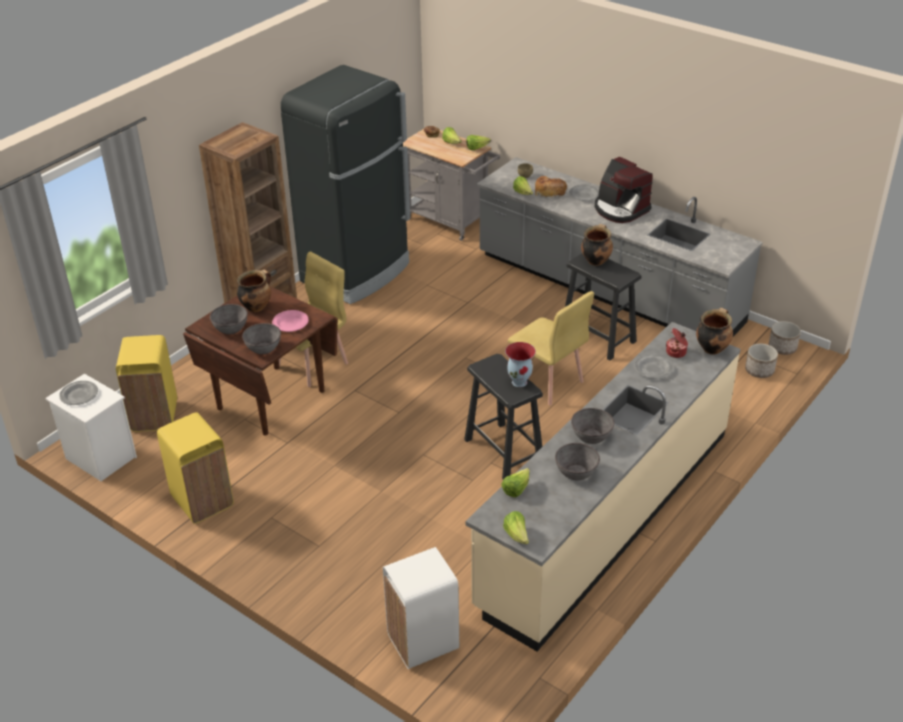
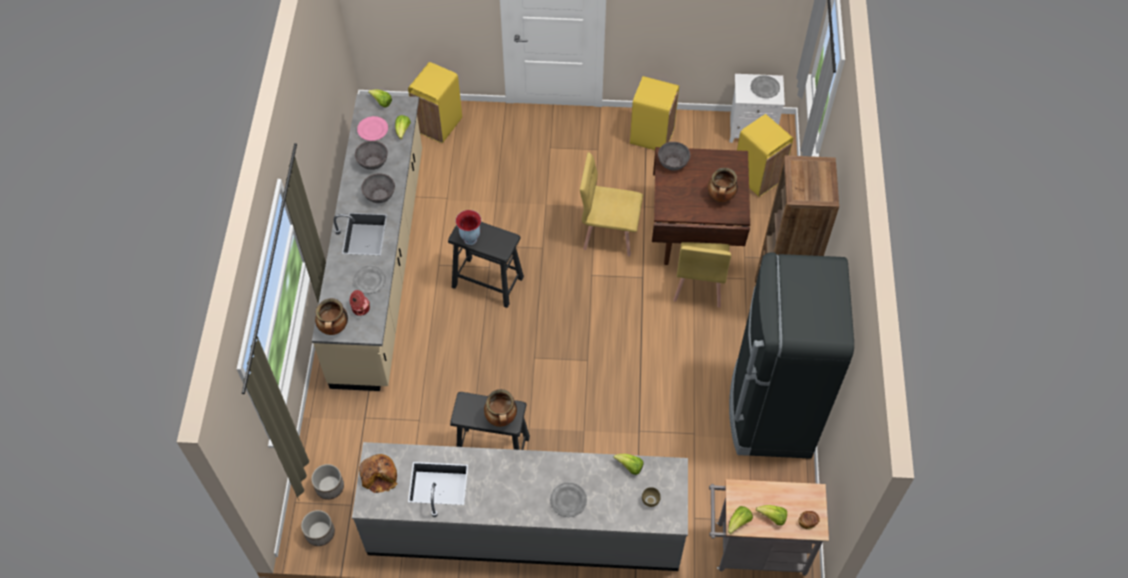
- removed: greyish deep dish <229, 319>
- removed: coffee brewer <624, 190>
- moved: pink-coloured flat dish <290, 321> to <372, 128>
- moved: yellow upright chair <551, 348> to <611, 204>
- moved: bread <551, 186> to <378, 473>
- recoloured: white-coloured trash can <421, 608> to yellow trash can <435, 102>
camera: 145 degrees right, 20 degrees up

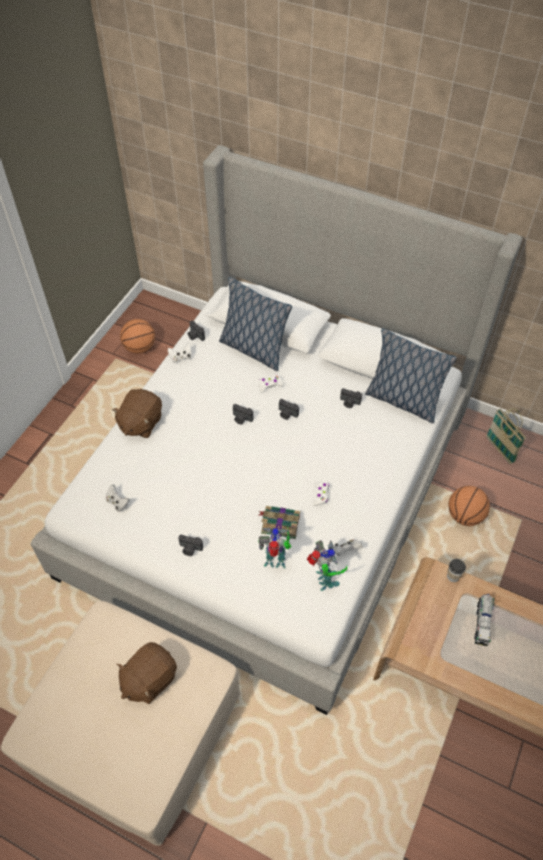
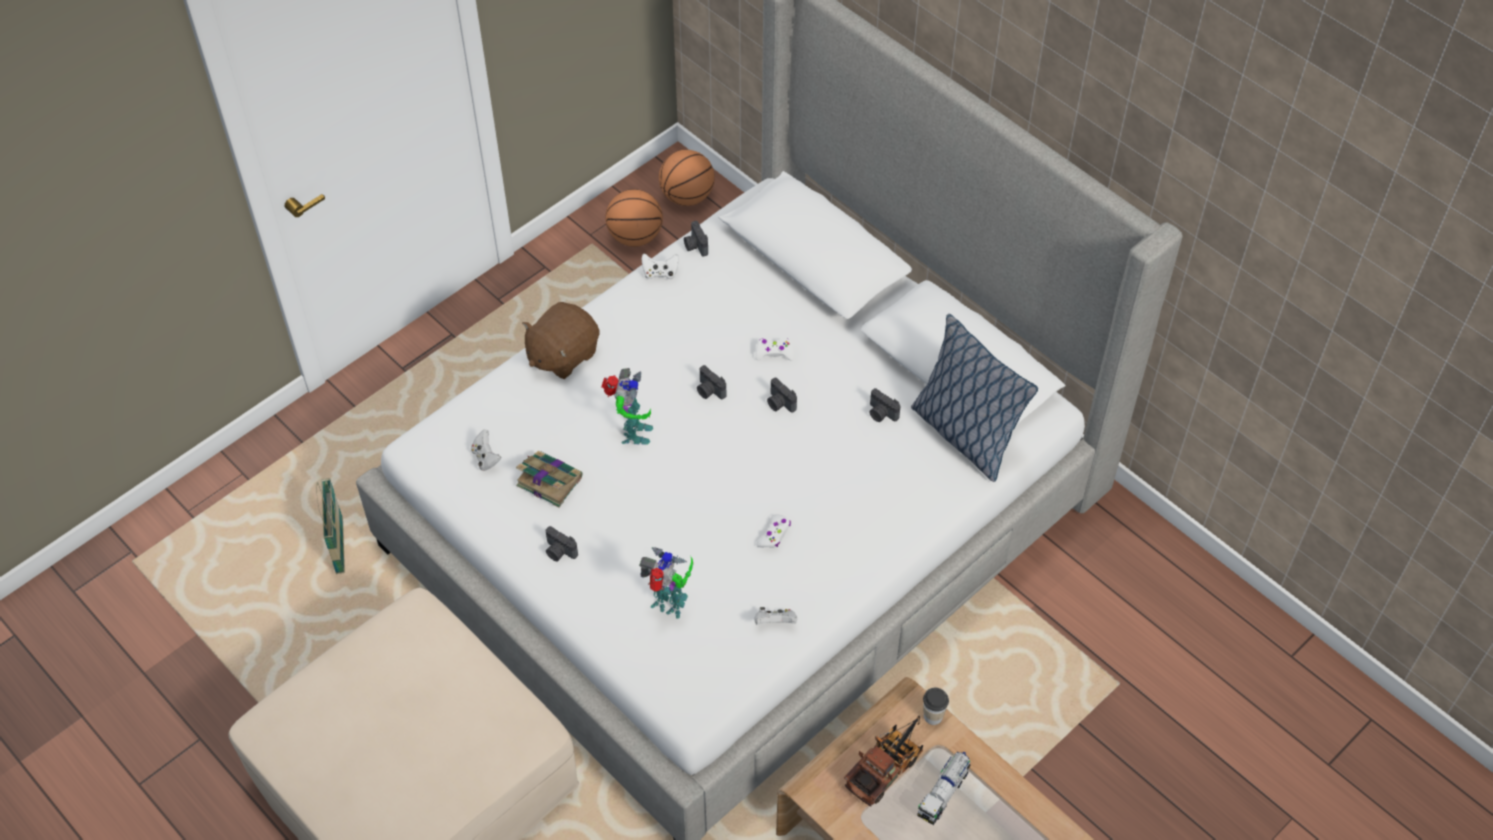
- removed: brown soft toy <146, 673>
- removed: throw pillow <255, 324>
- added: toy truck <883, 761>
- moved: book <279, 522> to <549, 479>
- moved: model robot <327, 565> to <627, 406>
- moved: basketball ball <469, 506> to <687, 178>
- moved: household basket <506, 436> to <330, 526>
camera: 20 degrees right, 0 degrees up

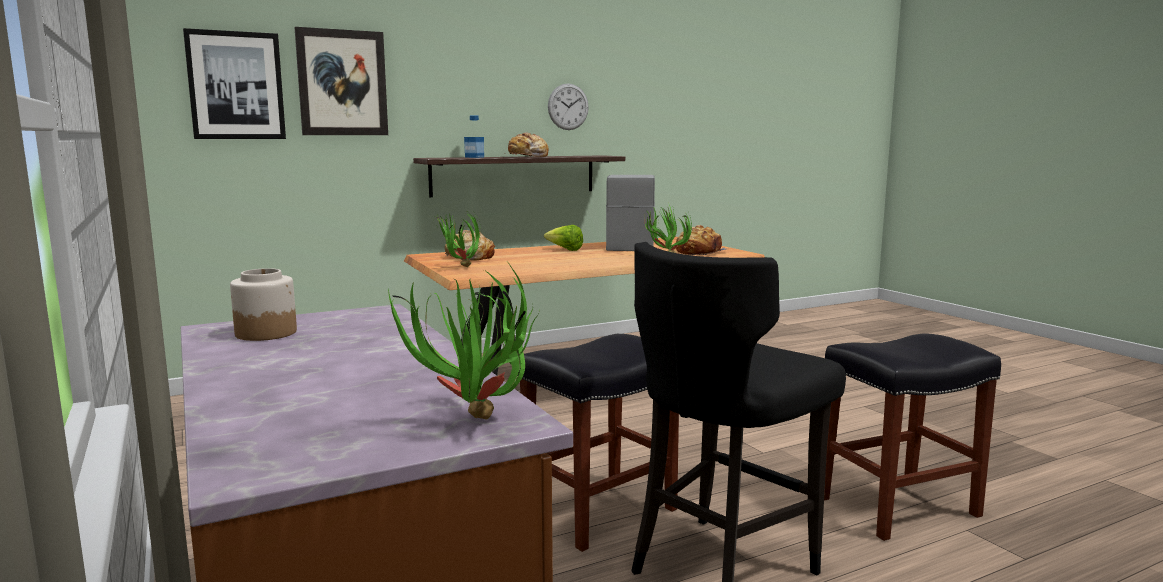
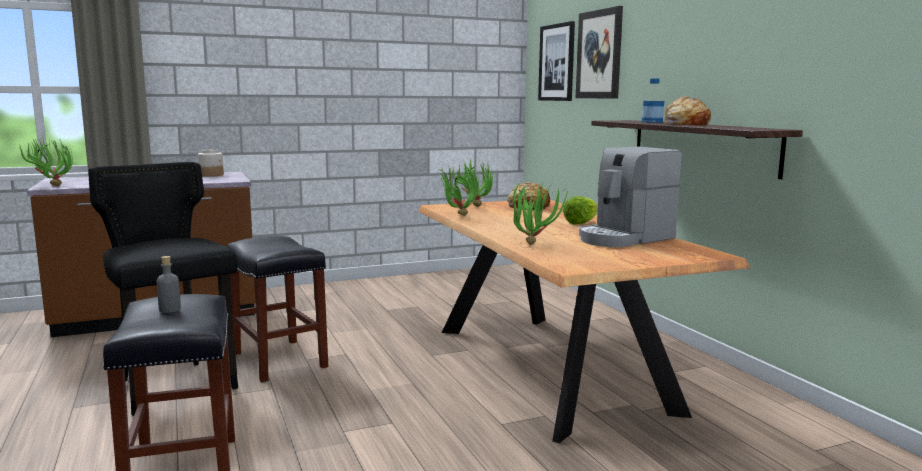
- removed: wall clock <568, 106>
- removed: bread <701, 240>
- added: greyish beverage bottle <169, 284>
- added: potted plant <458, 192>
- turned: coffee brewer <630, 213> = <630, 197> 135 degrees clockwise
camera: 95 degrees right, 0 degrees up

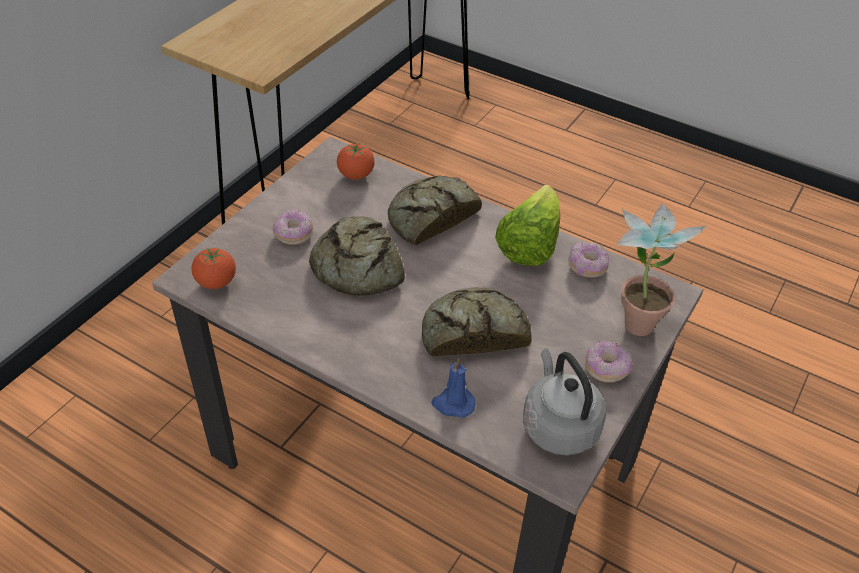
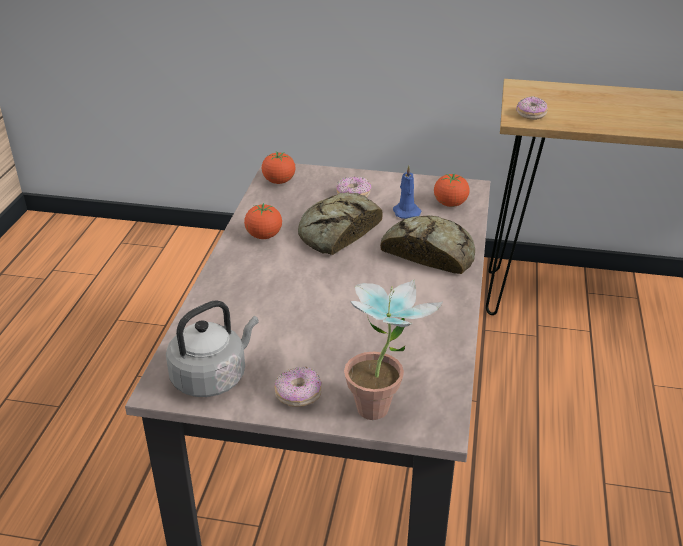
- removed: bread <476, 322>
- removed: head of lettuce <527, 225>
- added: tomato <263, 221>
- moved: blue candle <453, 388> to <407, 192>
- moved: ring doughnut <588, 259> to <532, 108>
camera: 70 degrees right, 10 degrees down

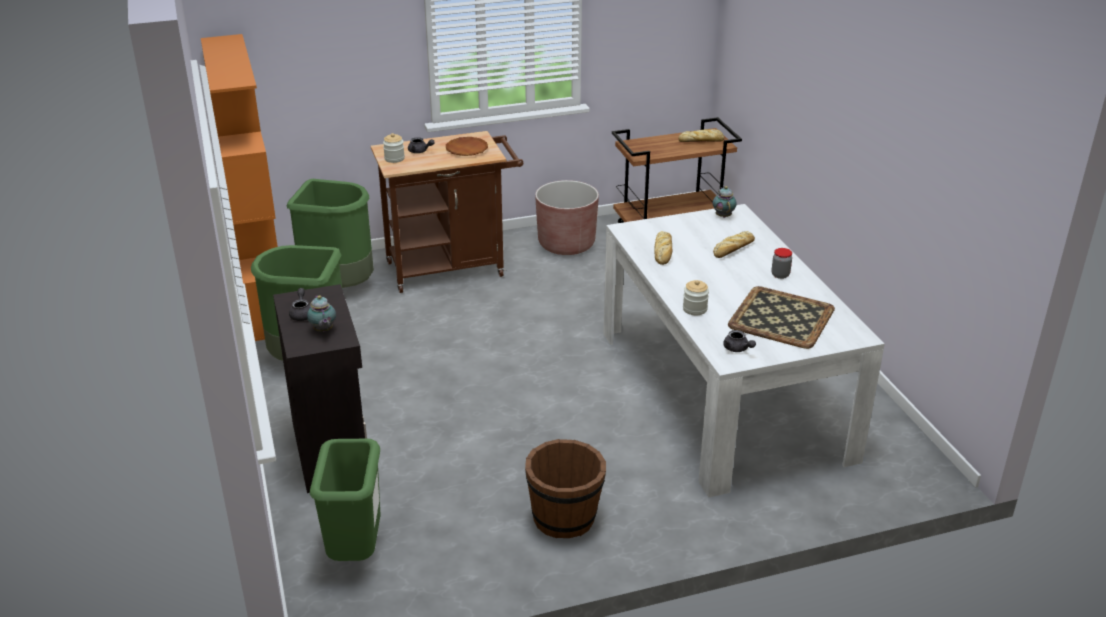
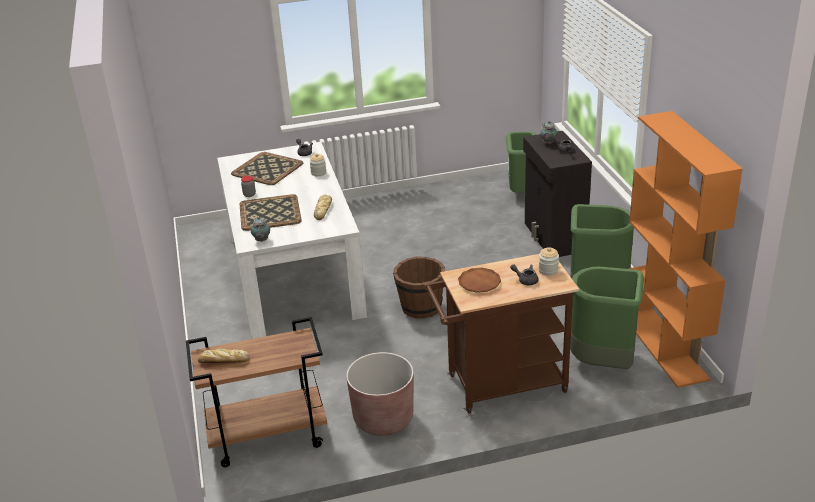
- moved: brown water bucket <565, 488> to <419, 288>
- replaced: bread <734, 244> to serving tray <271, 212>
camera: 175 degrees left, 0 degrees up

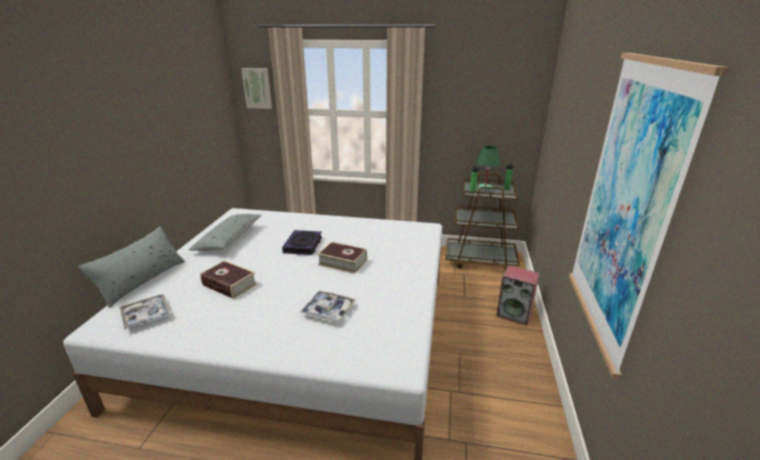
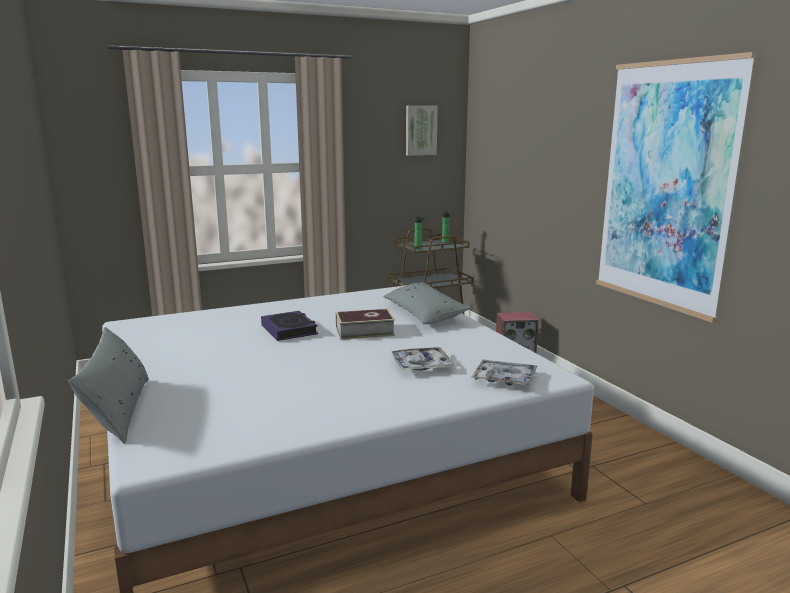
- removed: book <228, 279>
- removed: green-coloured lamp for a table <488, 168>
- moved: serving tray <145, 312> to <504, 373>
- moved: greyish throw pillow <225, 232> to <427, 303>
- moved: wall picture <256, 88> to <422, 130>
camera: 35 degrees left, 10 degrees down

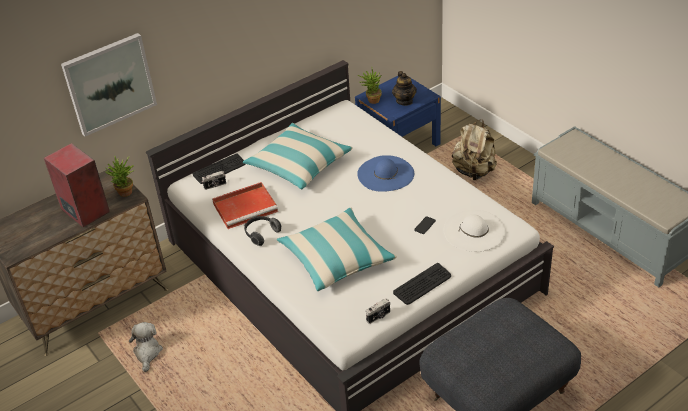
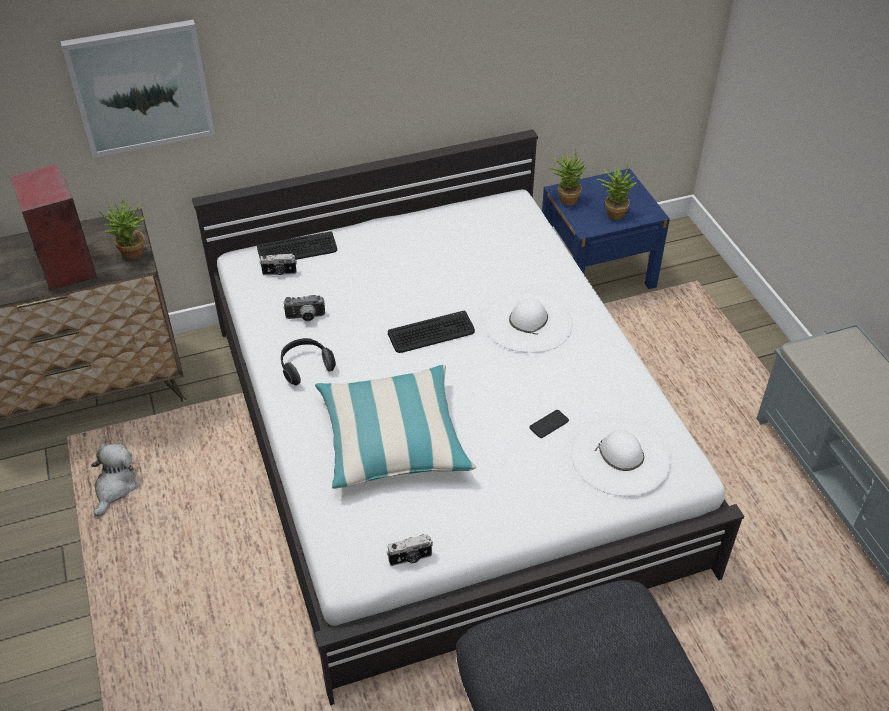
- removed: throw pillow <298, 156>
- removed: beige rucksack <474, 149>
- moved: PC keyboard <422, 284> to <431, 332>
- replaced: reddish serving tray <245, 205> to photo camera <304, 308>
- replaced: pot for tea <404, 88> to potted plant <616, 192>
- recoloured: blue hat <385, 173> to white-coloured hat <528, 322>
camera: 15 degrees right, 5 degrees up

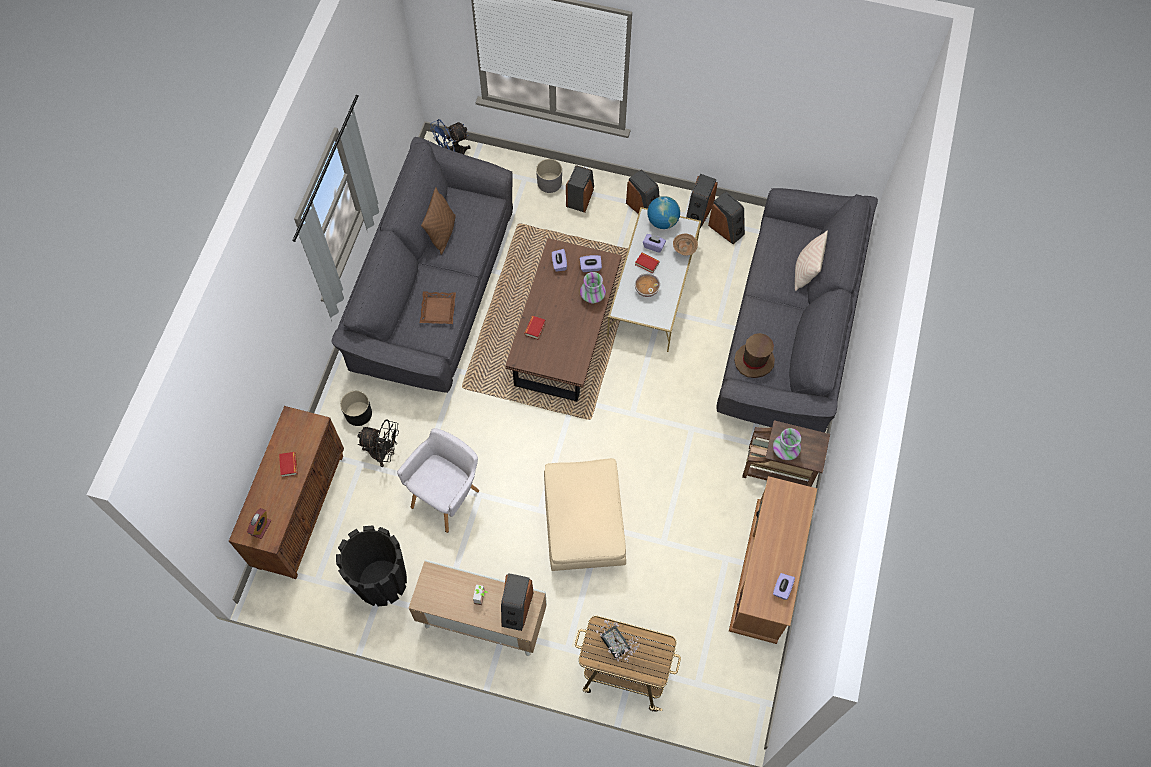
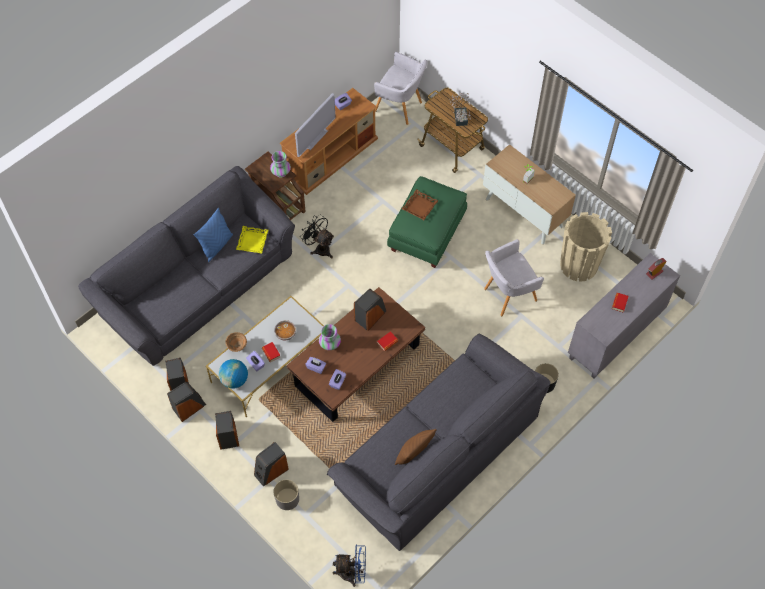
- removed: beige throw pillow <811, 261>
- added: blue throw pillow <213, 235>
- added: television <315, 125>
- added: greyish easy chair <400, 88>
- moved: black-coloured electric fan <378, 443> to <317, 236>
- moved: brown serving tray <438, 307> to <420, 204>
- moved: speaker <517, 602> to <370, 310>
- replaced: brown hat <754, 355> to yellow serving tray <252, 240>
- recoloured: brown cabinet <286, 492> to greyish cabinet <624, 316>
- recoloured: black-coloured plant pot <371, 566> to beige plant pot <586, 247>
- recoloured: beige ottoman <585, 514> to green-coloured ottoman <427, 222>
camera: 150 degrees left, 5 degrees down

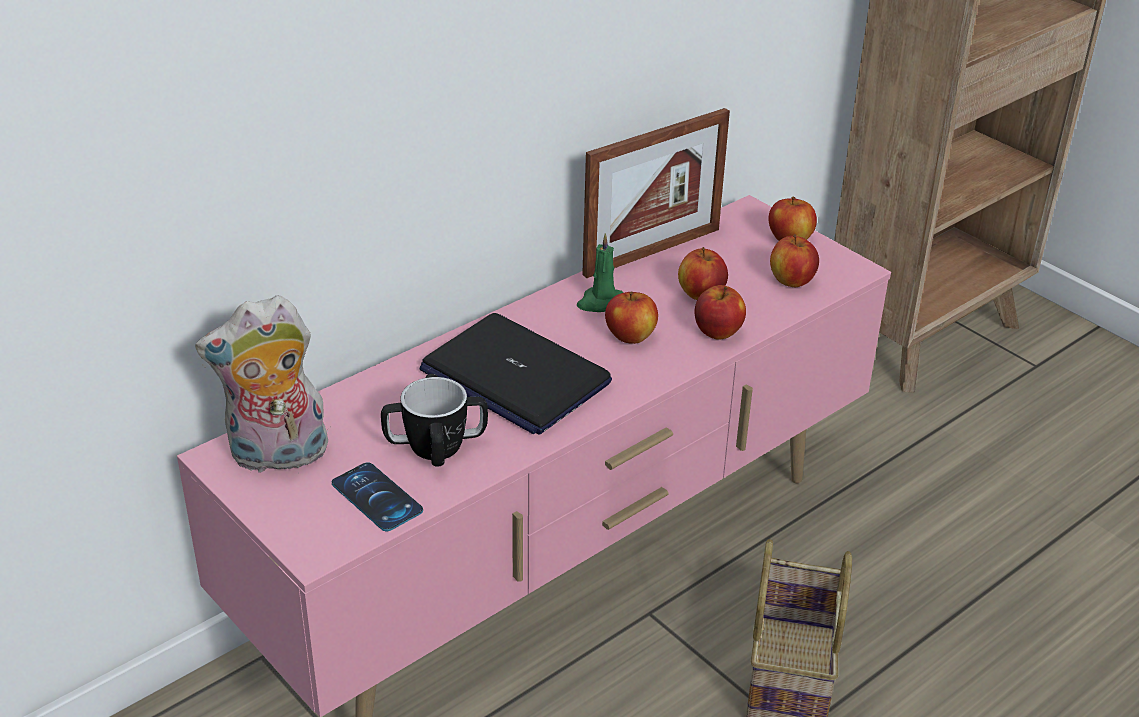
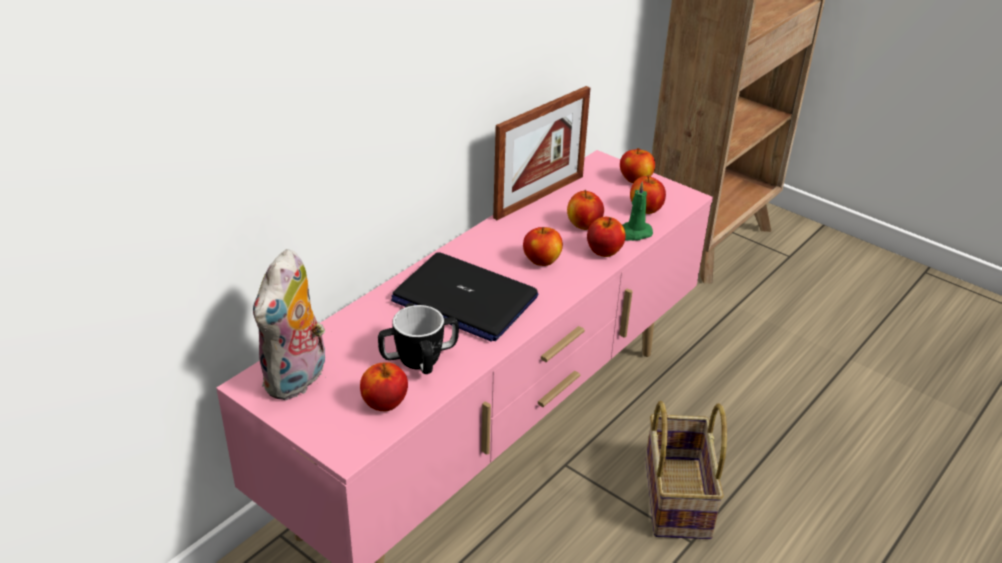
- moved: green-coloured candle <600, 272> to <637, 211>
- replaced: phone <377, 496> to apple fruit <384, 386>
- turned: soft toy <261, 384> = <289, 324> 45 degrees counterclockwise
camera: 10 degrees left, 0 degrees up

